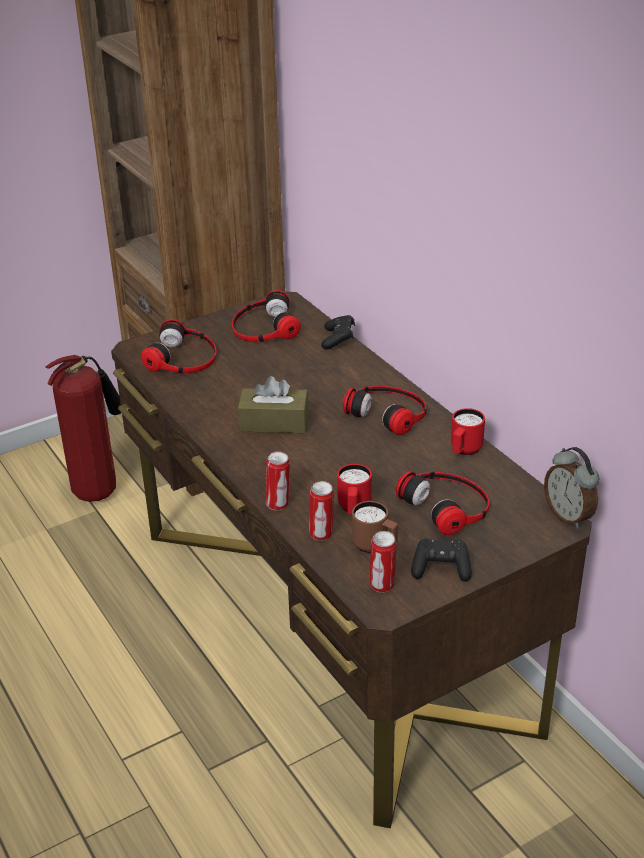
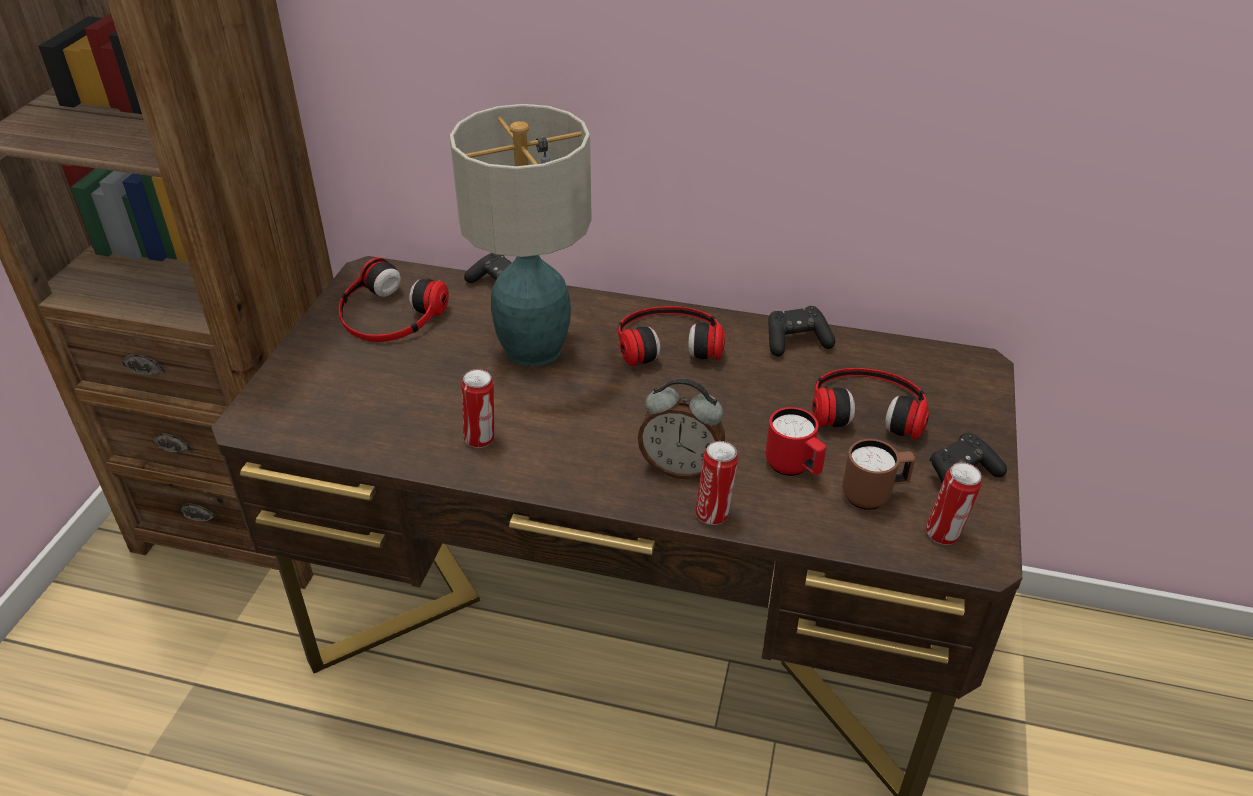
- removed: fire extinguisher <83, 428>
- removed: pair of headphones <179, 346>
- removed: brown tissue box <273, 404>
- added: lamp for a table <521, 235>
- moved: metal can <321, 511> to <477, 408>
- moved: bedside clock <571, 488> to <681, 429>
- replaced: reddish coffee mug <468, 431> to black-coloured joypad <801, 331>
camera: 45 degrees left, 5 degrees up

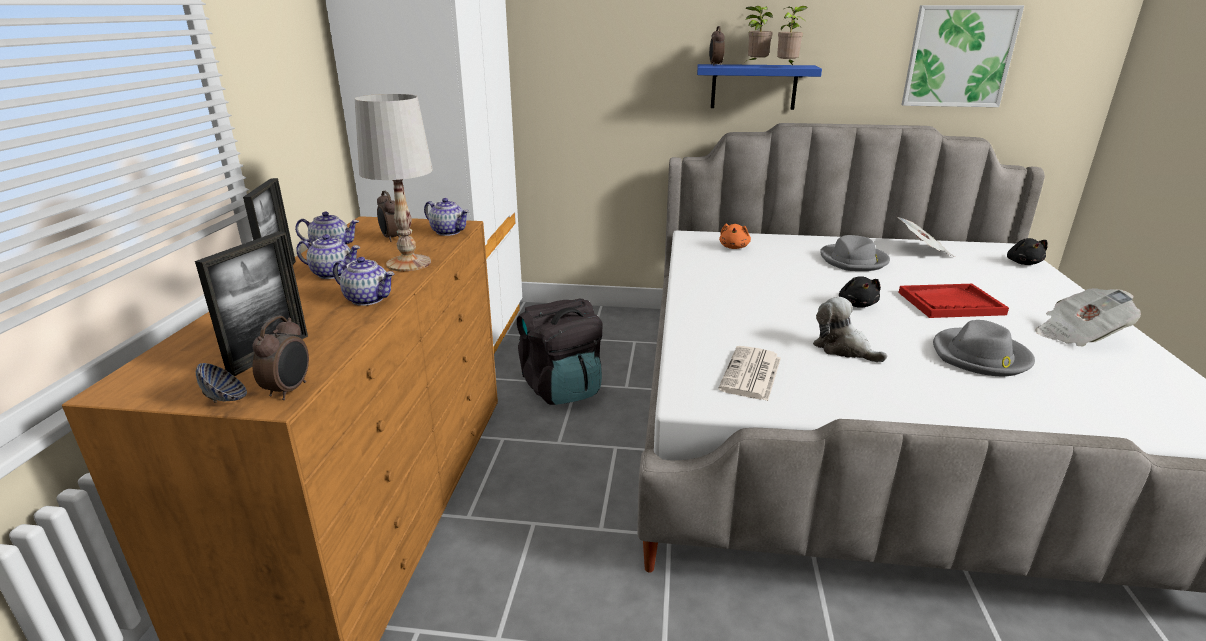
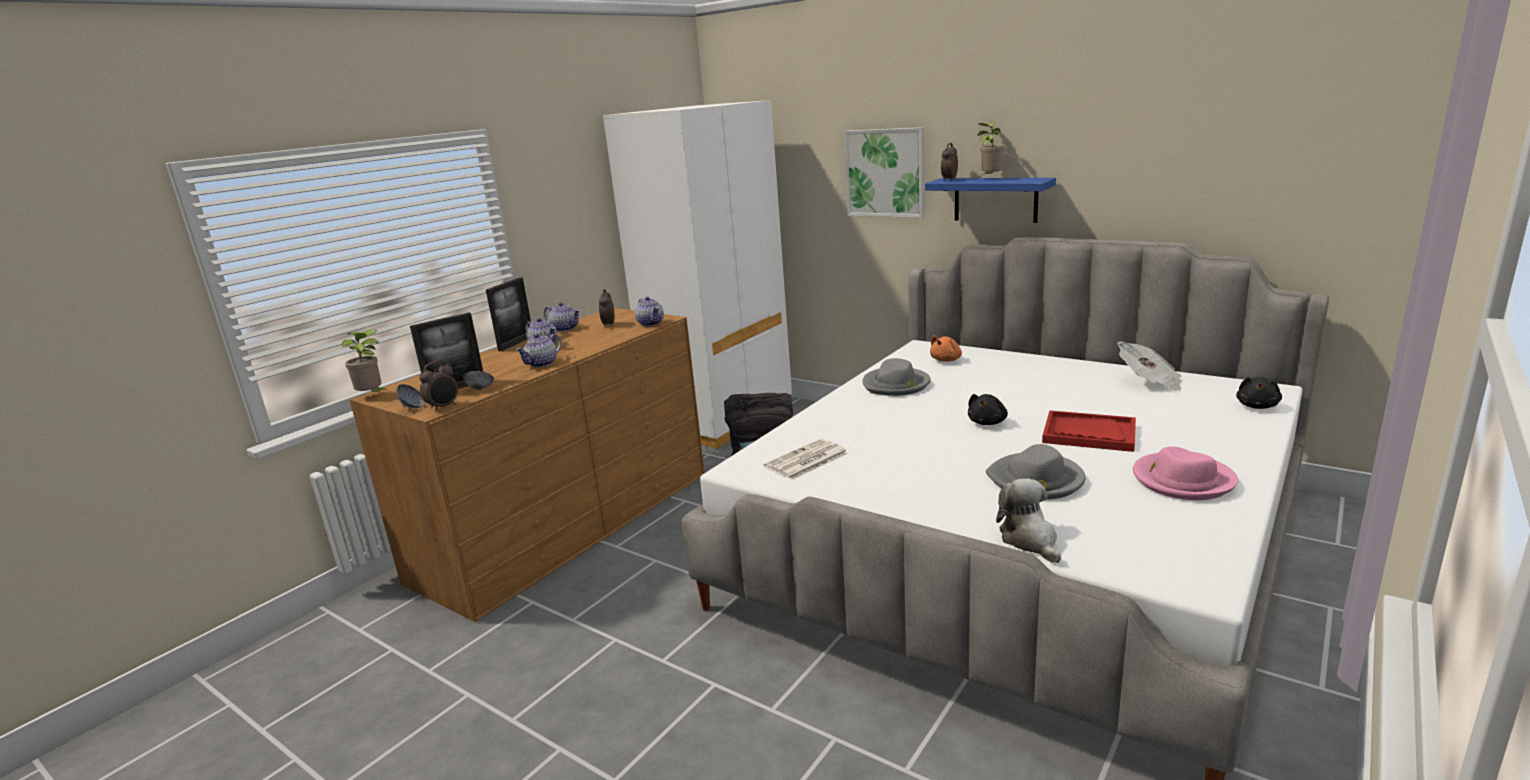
- removed: white-coloured lamp for a table <394, 182>
- added: deep dish <478, 380>
- moved: potted plant <792, 35> to <365, 360>
- moved: soft toy <850, 329> to <1028, 520>
- moved: greyish hat <855, 253> to <896, 377>
- moved: wall picture <963, 56> to <884, 172>
- replaced: printed paper <1088, 317> to pink-coloured hat <1185, 473>
- turned: pot for tea <363, 281> = <538, 350> 75 degrees clockwise
camera: 30 degrees right, 5 degrees down

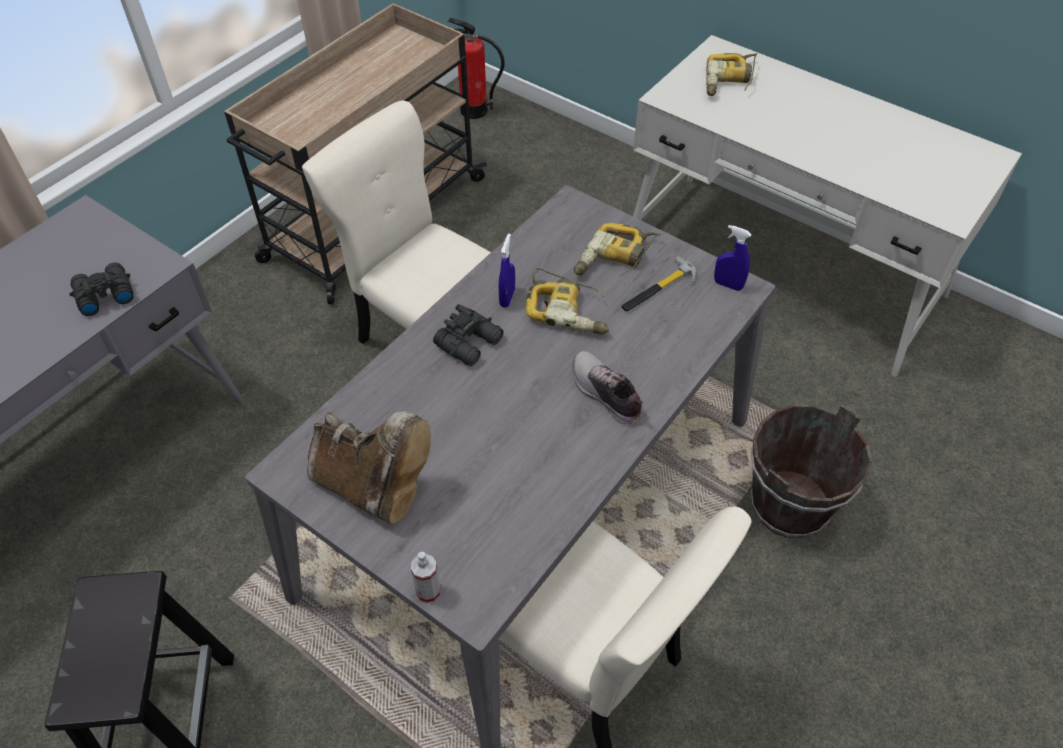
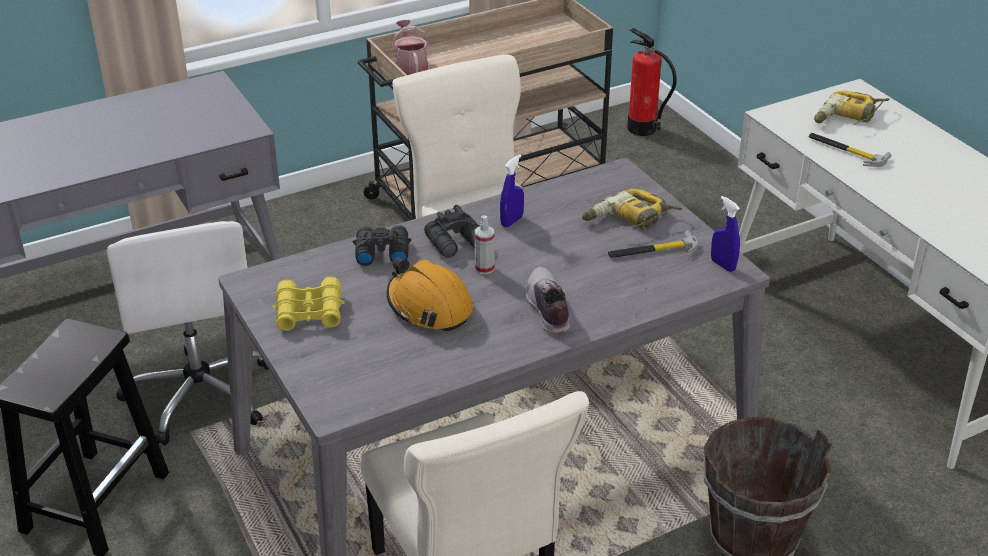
- removed: drill <567, 301>
- added: white-coloured computer chair <188, 333>
- added: orange hard hat <430, 295>
- added: watering pot <410, 47>
- added: hand hammer <850, 150>
- moved: black-coloured pair of binoculars <101, 289> to <382, 245>
- moved: sprayer <426, 578> to <484, 245>
- replaced: brown high-top boot <369, 468> to yellow pair of binoculars <308, 304>
camera: 25 degrees right, 15 degrees down

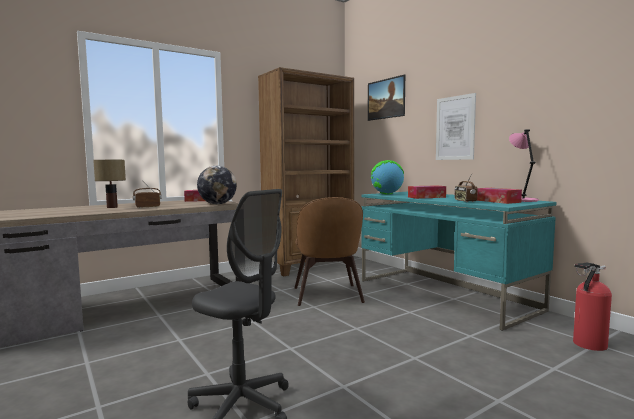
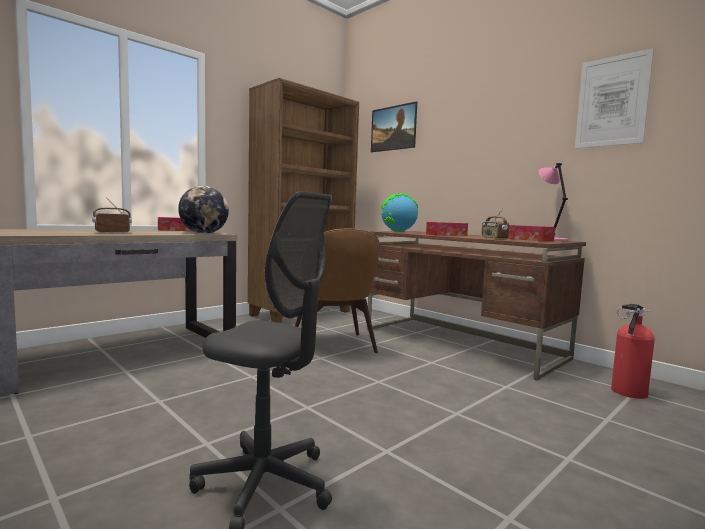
- removed: lamp for a table <109, 184>
- moved: wall picture <456, 126> to <614, 98>
- recoloured: blue-green desk <458, 261> to brown desk <476, 305>
camera: 10 degrees left, 0 degrees up

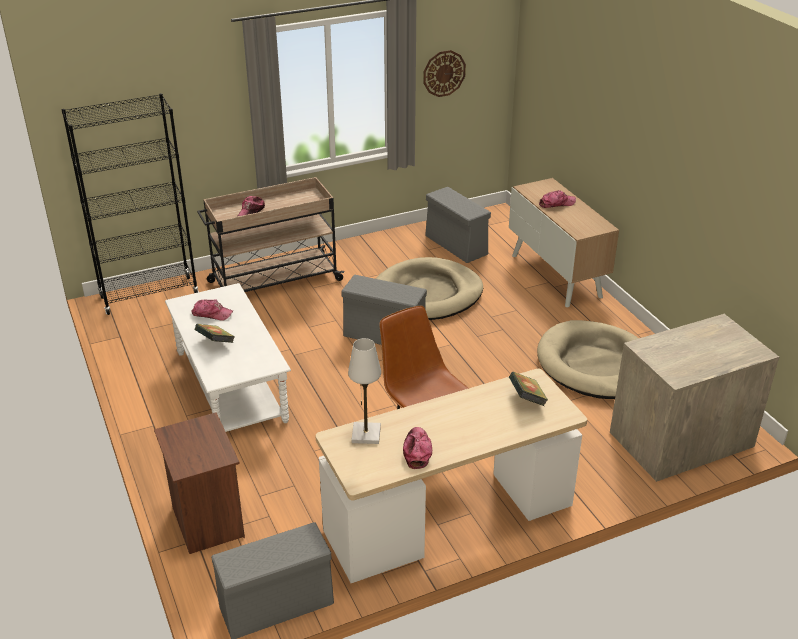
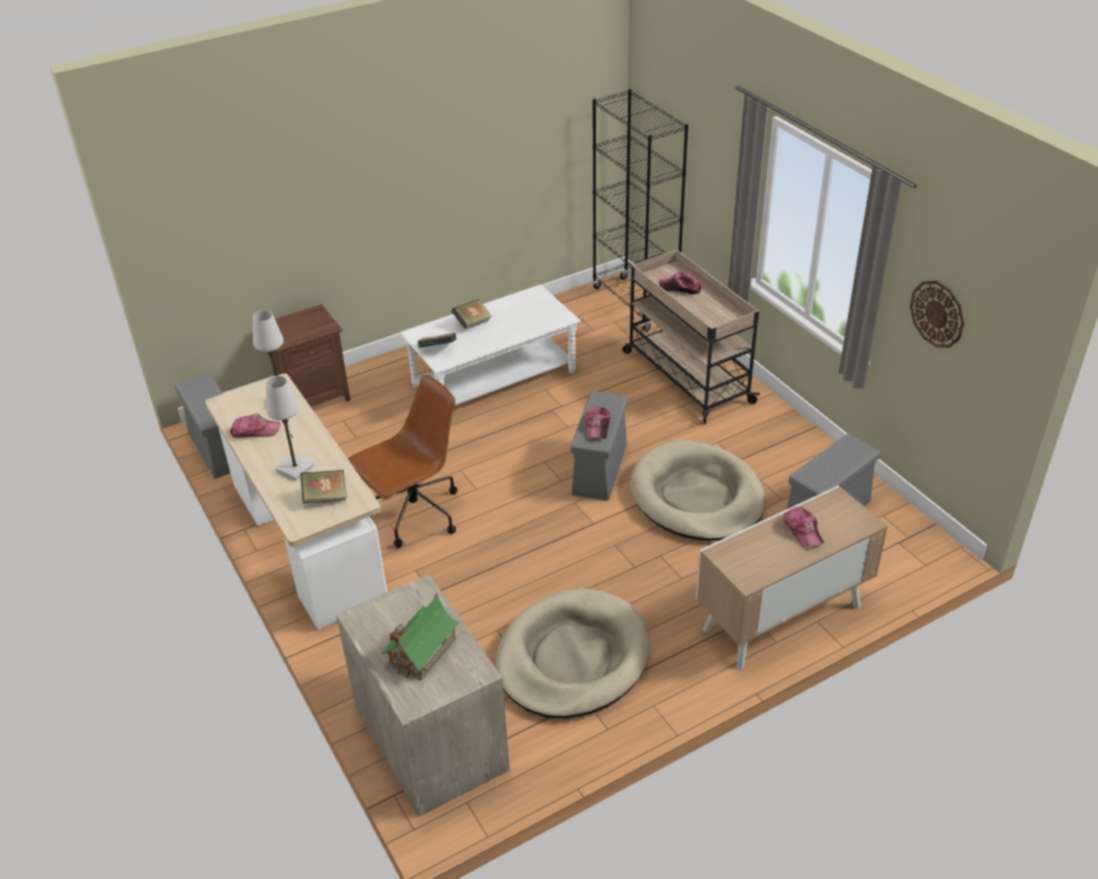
- added: white-coloured lamp for a table <290, 428>
- added: miniature house <420, 637>
- added: book <437, 340>
- moved: peaked cap <212, 310> to <597, 423>
camera: 85 degrees right, 5 degrees up

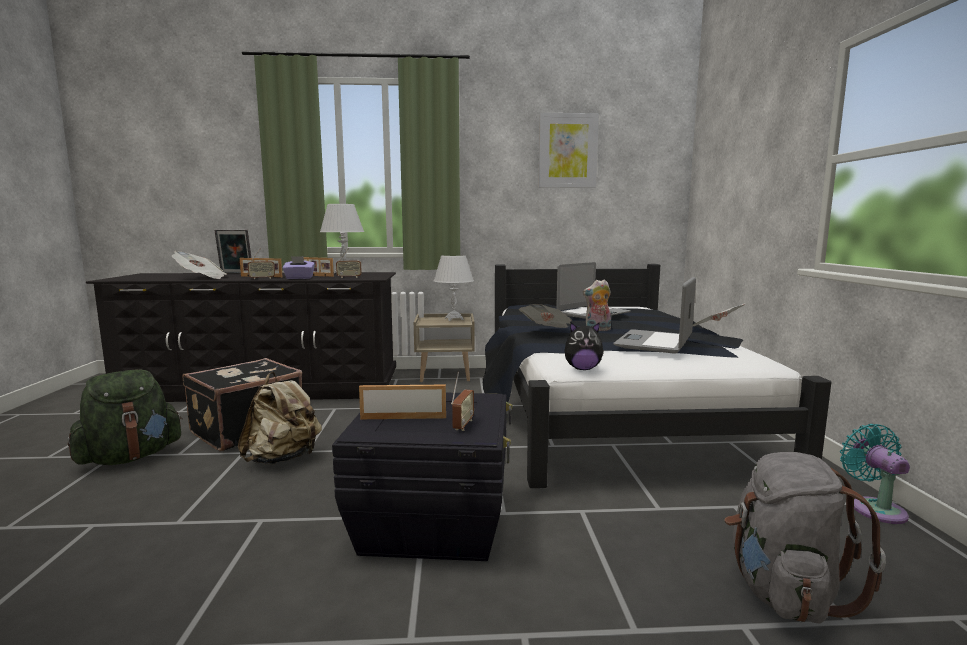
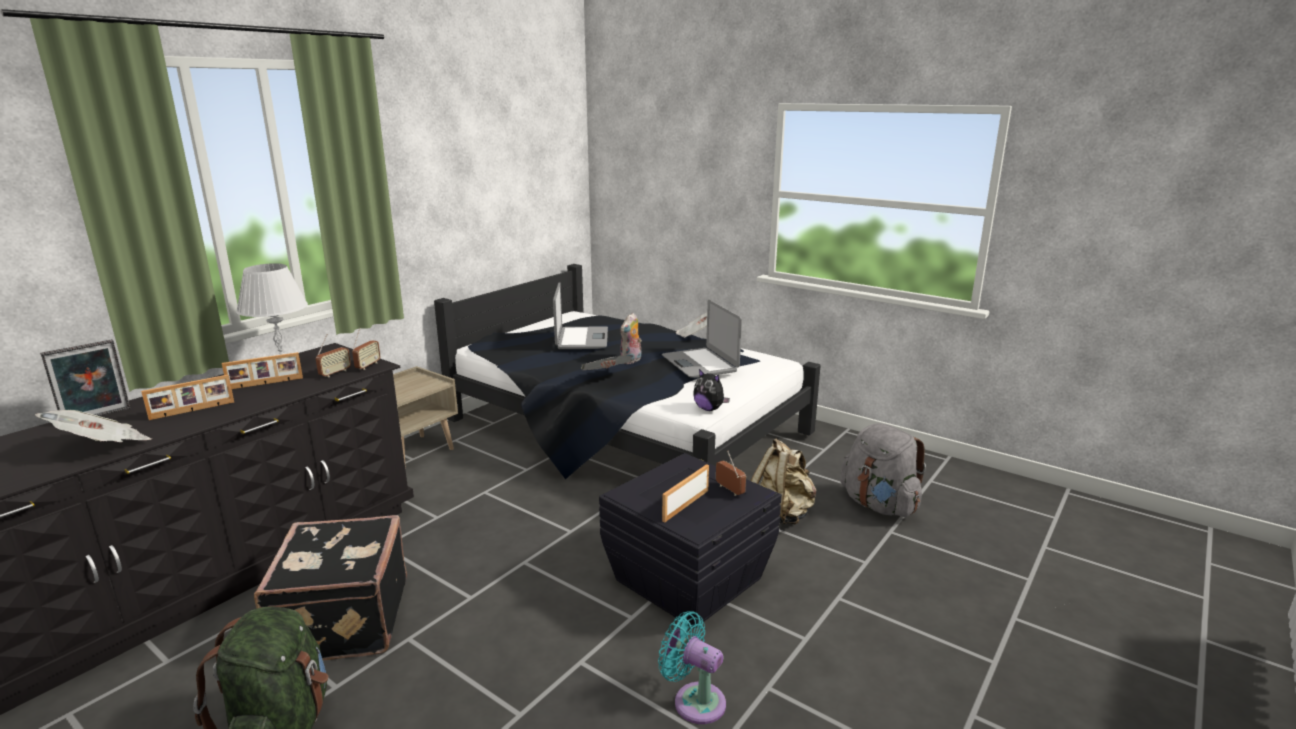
- removed: purplish tissue box <298, 267>
- removed: white-coloured lamp for a table <453, 288>
- removed: wall picture <568, 150>
- moved: beige rucksack <280, 418> to <784, 481>
- moved: radio <261, 264> to <366, 349>
- moved: blue-green electric fan <875, 474> to <692, 667>
- turned: soft toy <584, 346> = <711, 390> 90 degrees clockwise
camera: 50 degrees left, 10 degrees up

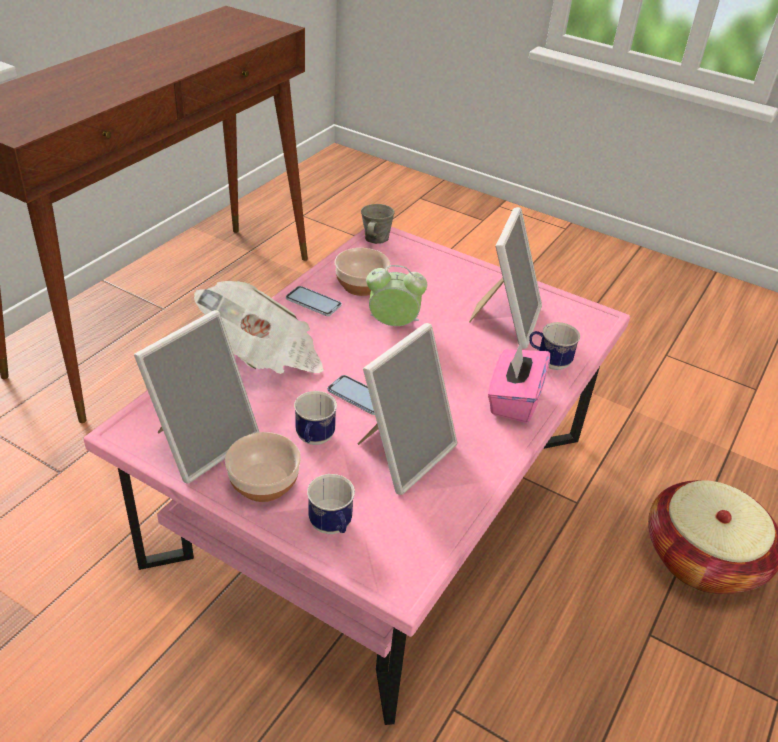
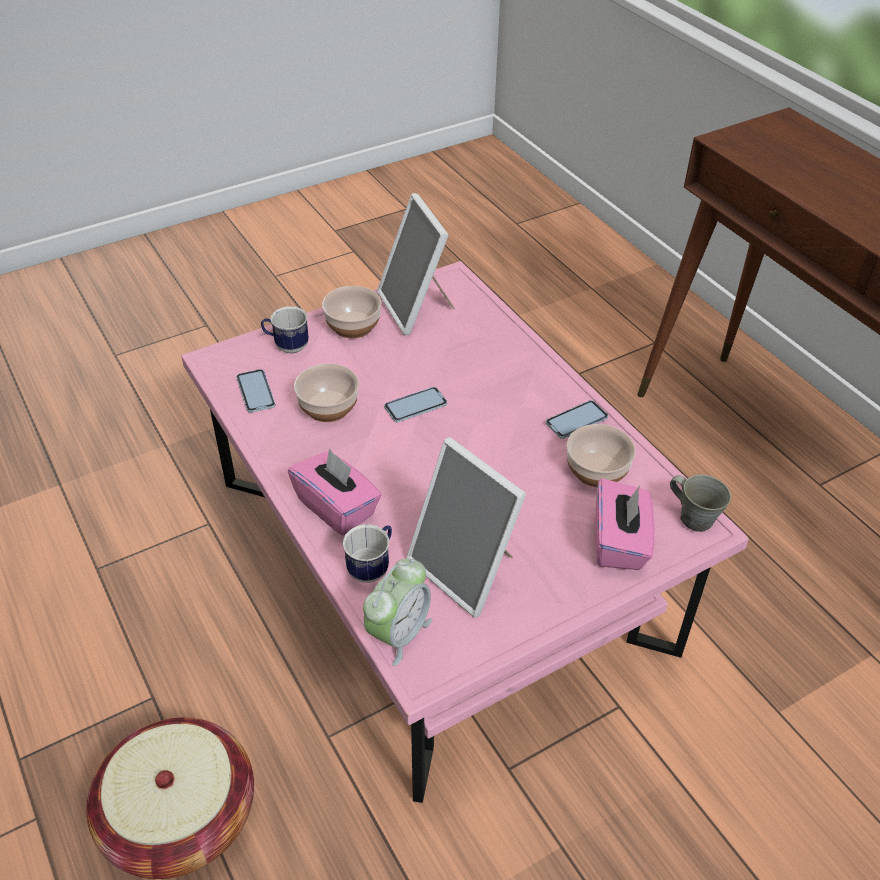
- removed: printed paper <259, 327>
- removed: coffee mug <315, 418>
- added: phone <255, 391>
- added: pink-coloured tissue box <625, 524>
- moved: bedside clock <396, 295> to <397, 612>
- replaced: picture frame <407, 409> to deep dish <326, 392>
camera: 120 degrees right, 5 degrees up

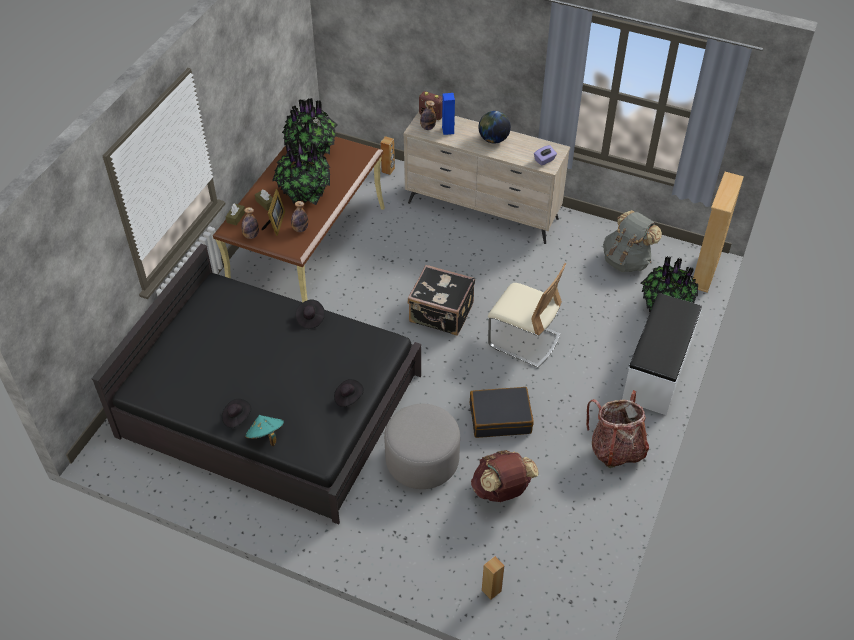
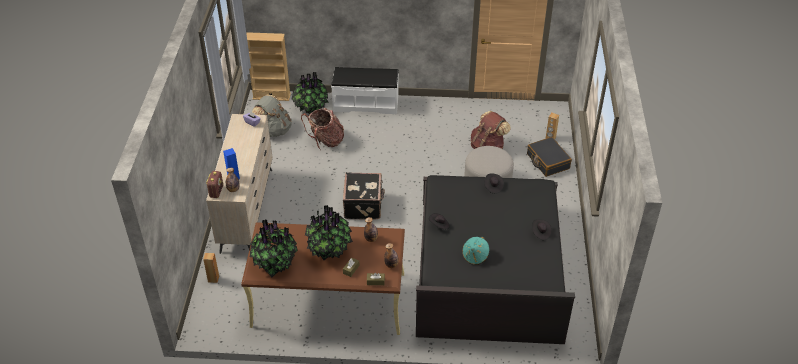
- removed: picture frame <273, 212>
- removed: desk globe <494, 127>
- removed: beige upright chair <527, 315>
- moved: blue-green hat <264, 430> to <476, 251>
- moved: black-coloured suitcase <502, 412> to <549, 157>
- moved: rucksack <617, 429> to <322, 129>
camera: 110 degrees left, 5 degrees down

